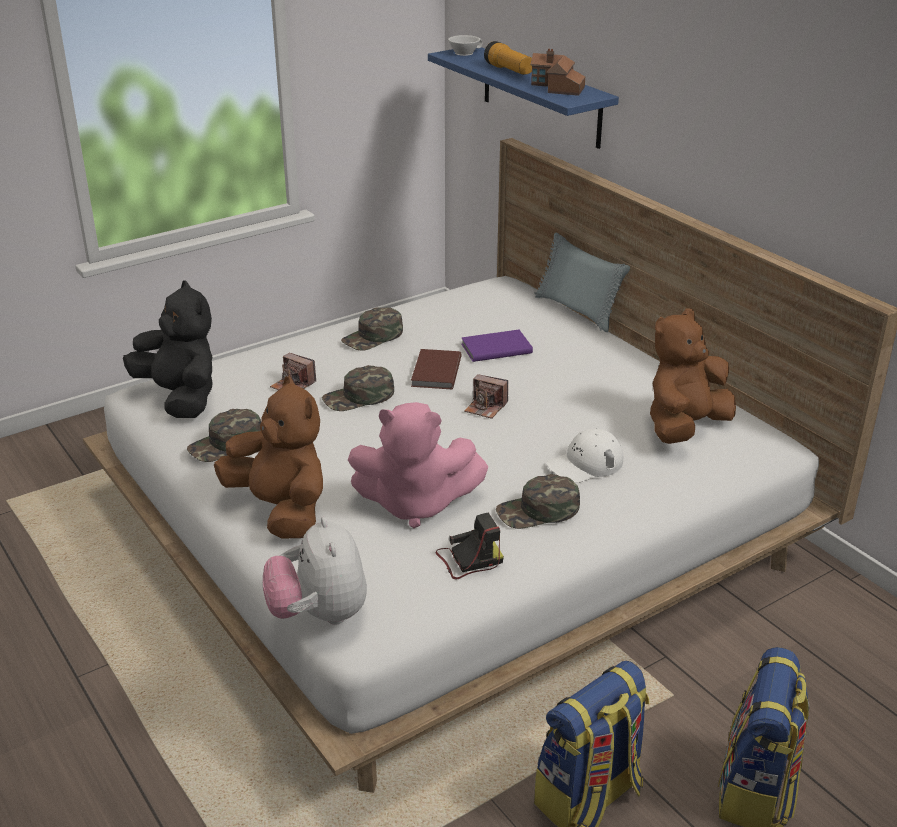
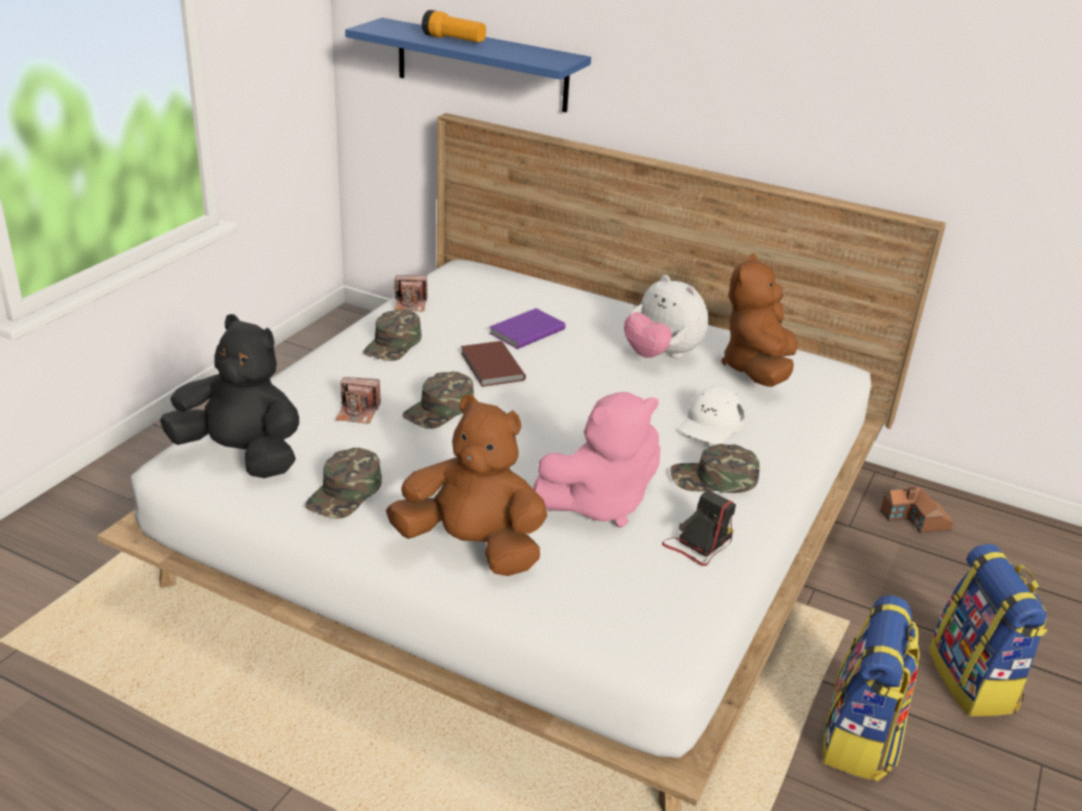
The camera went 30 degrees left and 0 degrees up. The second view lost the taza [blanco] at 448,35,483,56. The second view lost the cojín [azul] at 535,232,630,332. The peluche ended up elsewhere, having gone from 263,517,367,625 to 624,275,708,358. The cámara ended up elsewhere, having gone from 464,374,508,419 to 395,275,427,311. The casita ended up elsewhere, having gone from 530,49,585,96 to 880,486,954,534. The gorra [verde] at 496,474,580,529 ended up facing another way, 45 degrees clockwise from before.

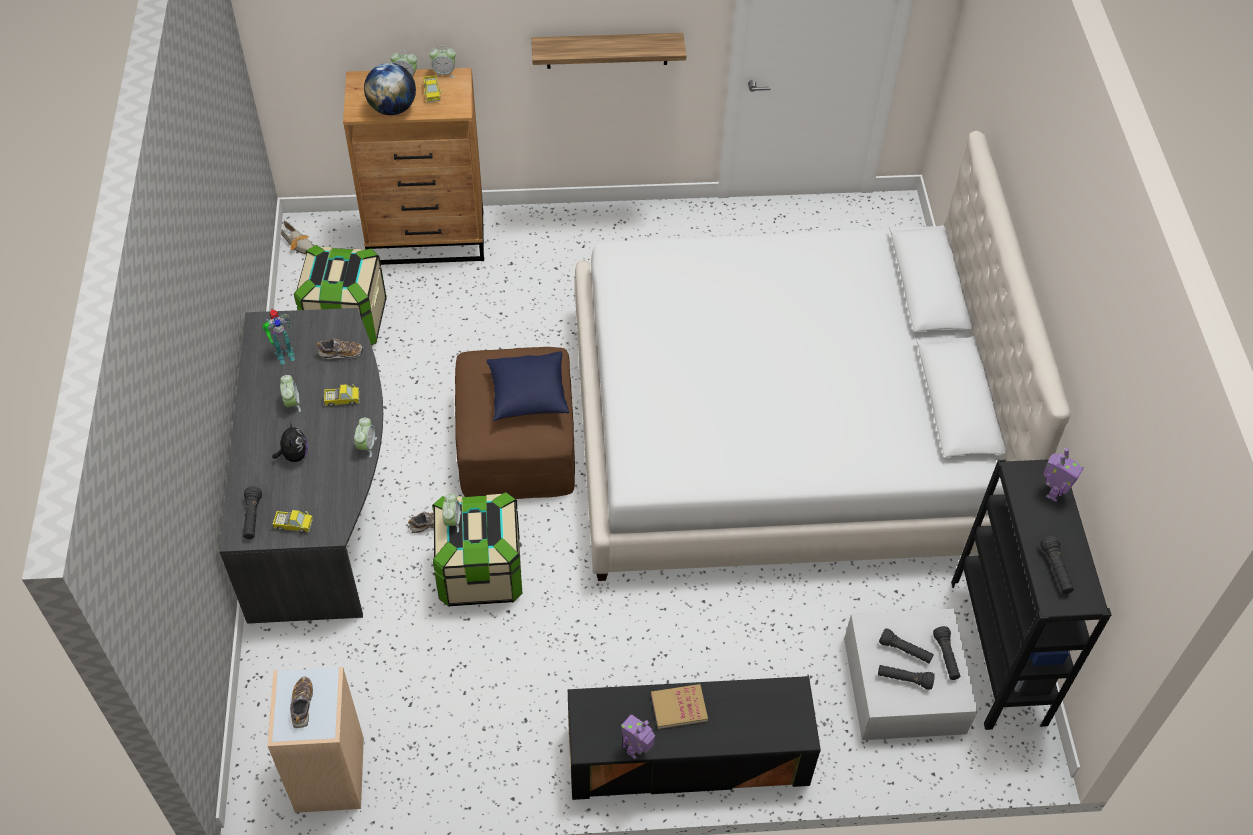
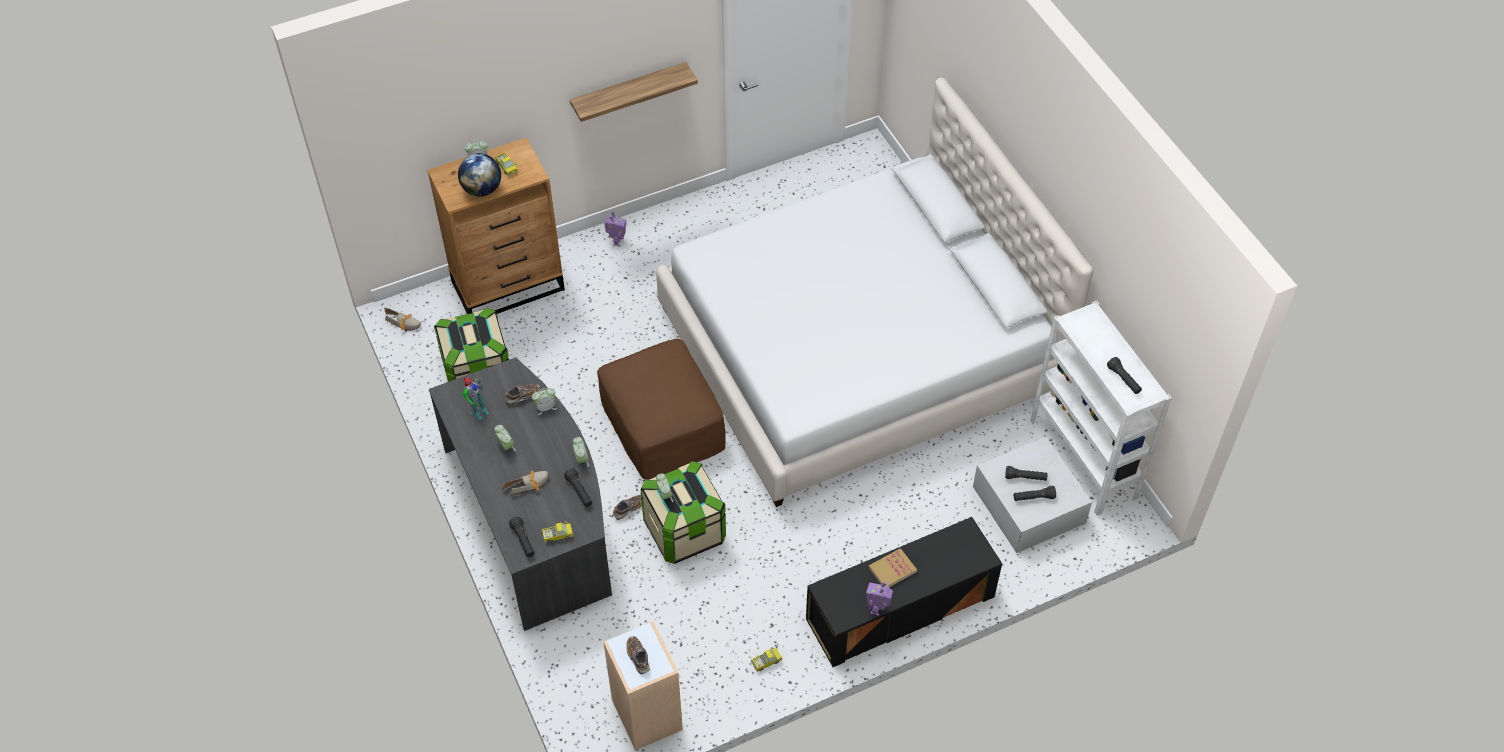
The camera went 20 degrees left and 0 degrees up. The second view lost the cojín [azul] at 486,351,569,421. The camión de juguete ended up elsewhere, having gone from 324,384,359,407 to 751,647,782,672. The despertador ended up elsewhere, having gone from 429,46,456,78 to 532,388,557,415. The linterna [negro] ended up elsewhere, having gone from 933,626,960,680 to 564,468,592,507. The robot de juguete ended up elsewhere, having gone from 1043,448,1084,502 to 604,211,626,246. Where the peluche stood at 272,423,308,462, the zapato came to stand at 502,471,549,495. What was the estantería [negro] at 951,459,1112,730 turned into the estantería [blanco] at 1030,300,1171,516.

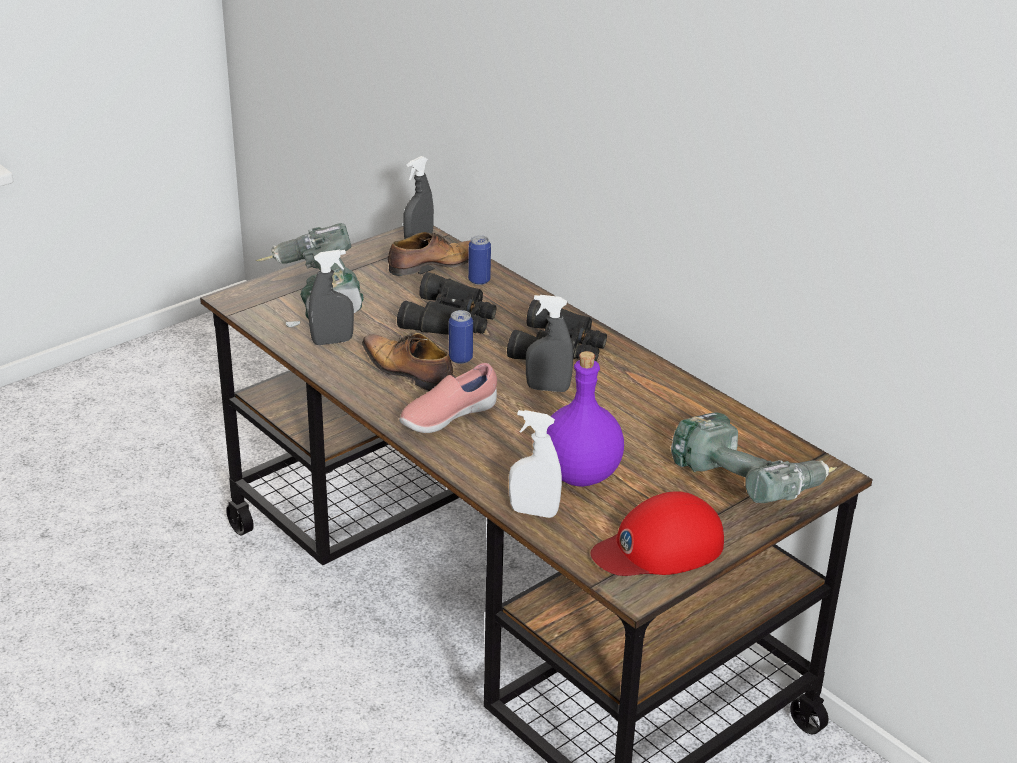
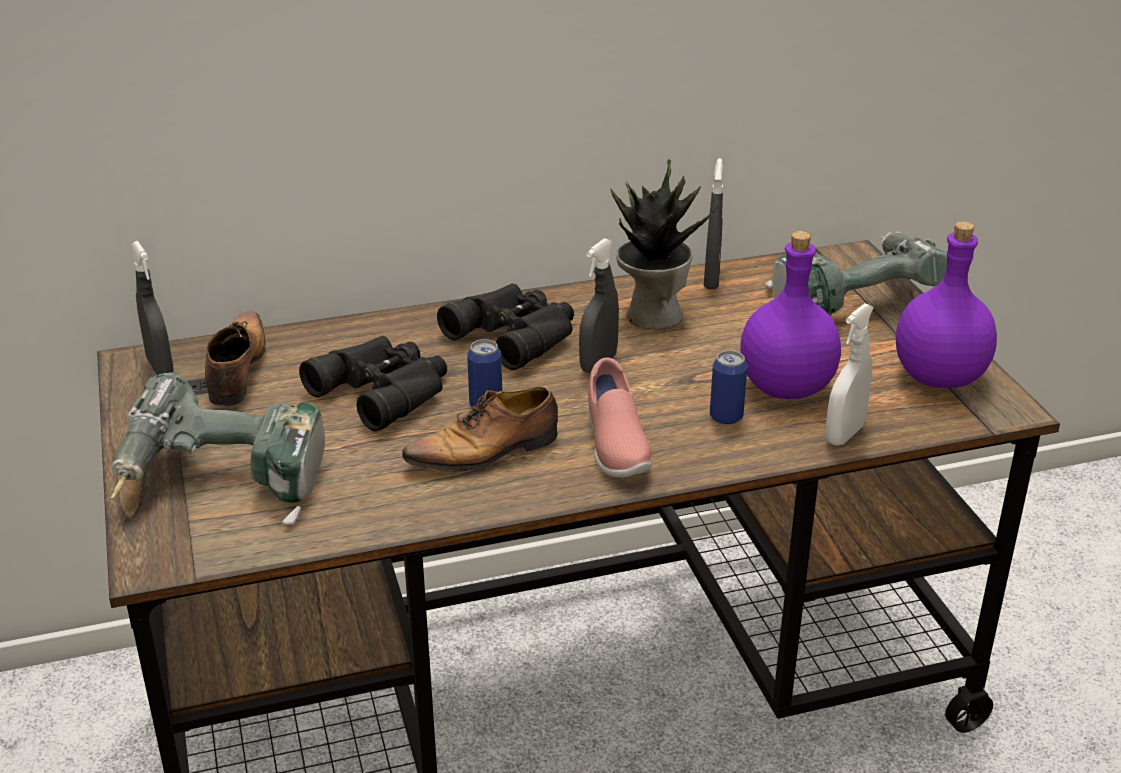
The camera went 65 degrees left and 0 degrees up. The second view gained the planta en maceta at 611,159,720,329. The pulverizador [gris] ended up elsewhere, having gone from 308,250,354,345 to 704,158,723,289. The lata ended up elsewhere, having gone from 468,235,491,285 to 710,350,747,425. Where the gorra [rojo] stood at 590,491,724,576, the botella [morado] came to stand at 896,221,997,388.

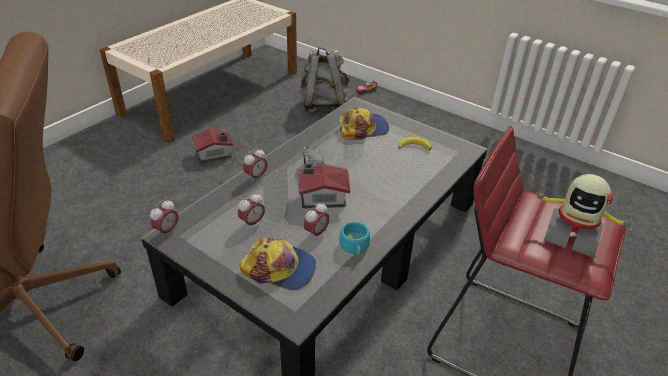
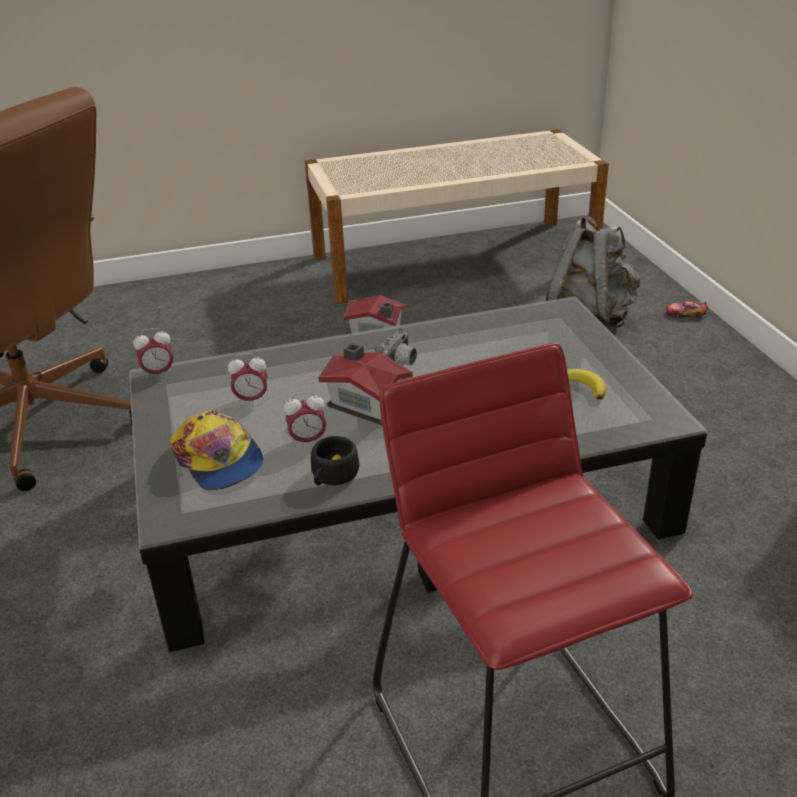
The camera went 40 degrees right and 5 degrees down. The second view lost the despertador at 243,148,267,183. The second view lost the gorra at 339,107,389,140. The second view lost the robot de juguete at 533,174,636,258. What was the taza [turquesa] at 339,222,370,256 turned into the taza [negro] at 311,436,359,485.

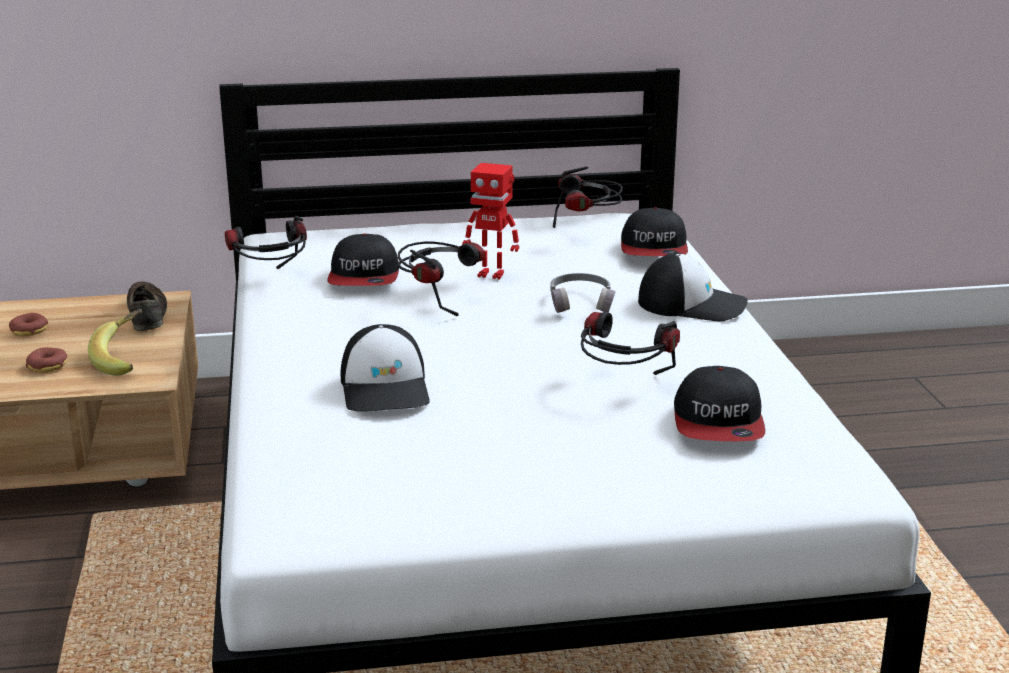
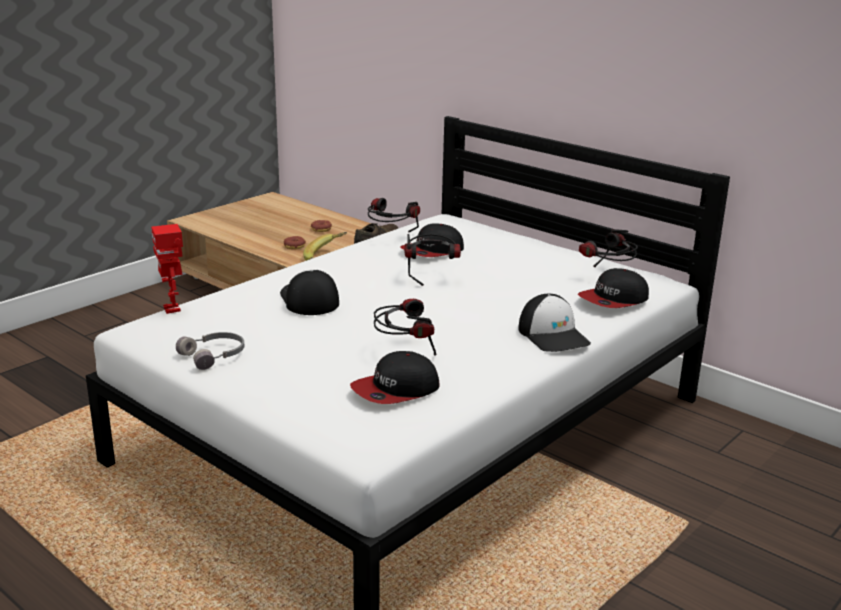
The camera went 50 degrees right and 0 degrees up. The robot de juguete ended up elsewhere, having gone from 462,163,519,280 to 151,224,183,314. The auriculares [gris] ended up elsewhere, having gone from 550,273,615,313 to 176,332,245,370. The gorra at 341,324,430,412 ended up facing another way, 120 degrees clockwise from before.

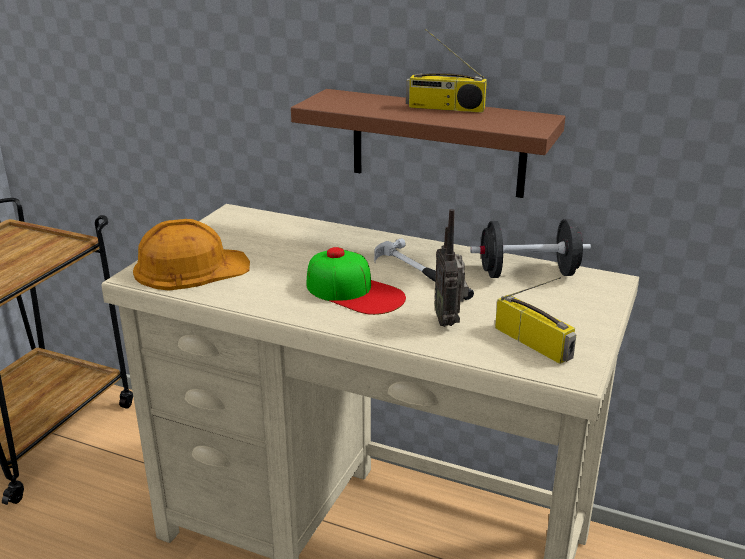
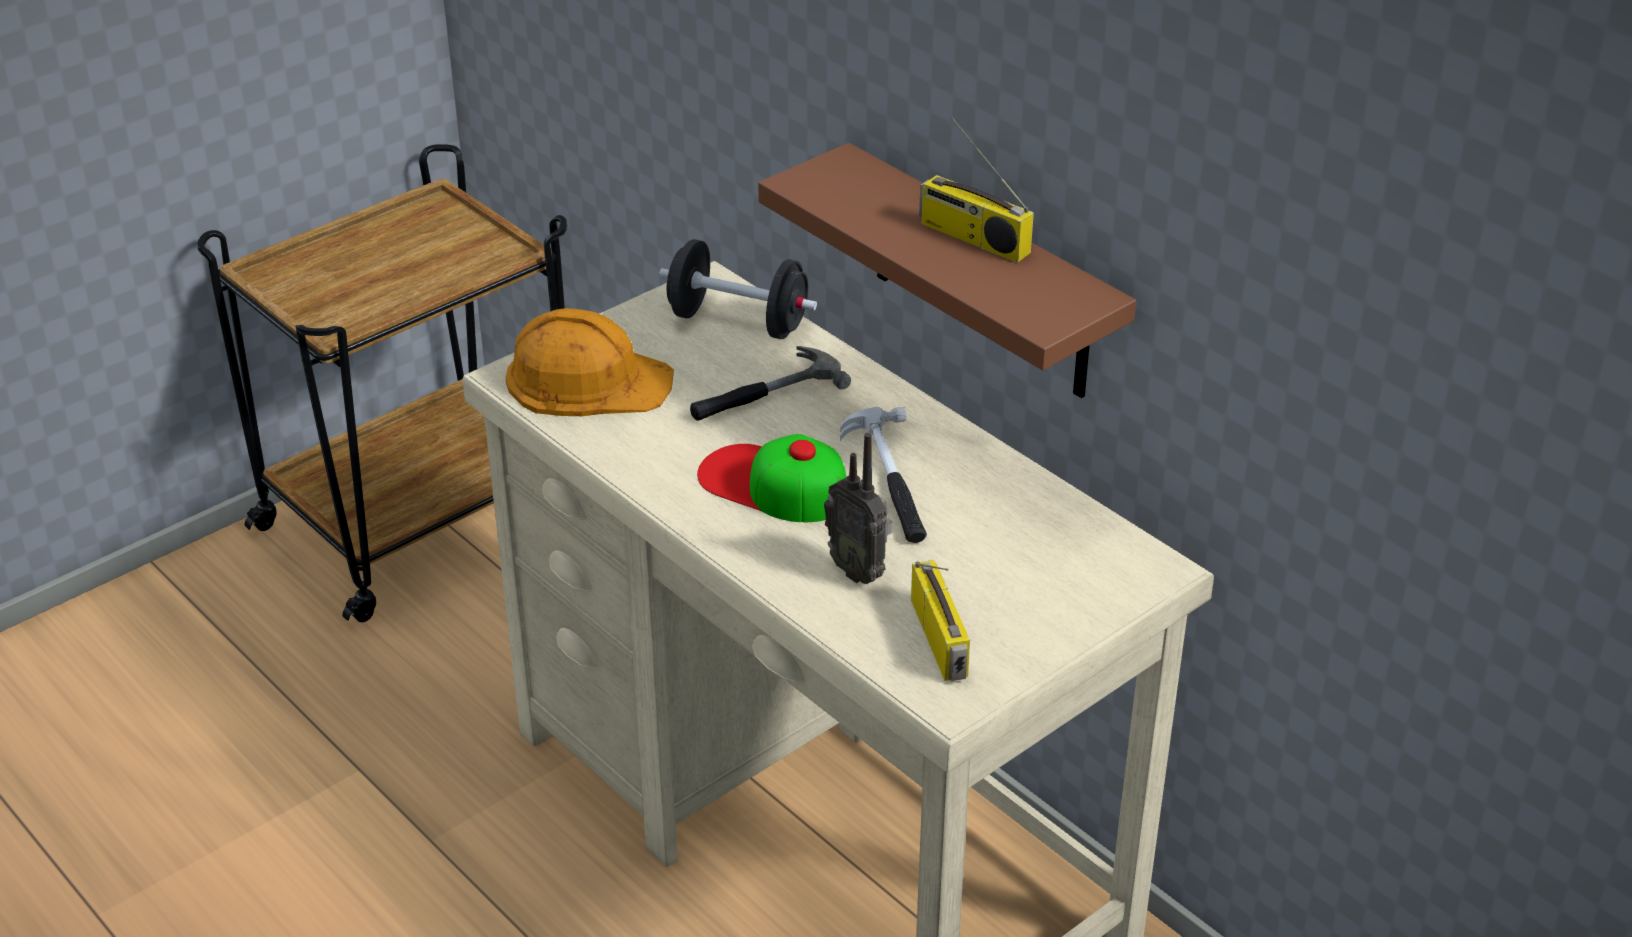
The camera went 25 degrees right and 10 degrees up. The second view gained the martillo at 690,346,851,421. The mancuerna [negro] ended up elsewhere, having gone from 470,219,591,278 to 659,239,817,339. The gorra at 306,247,406,315 ended up facing another way, 150 degrees clockwise from before. The radio at 435,209,469,327 ended up facing another way, 60 degrees counterclockwise from before.

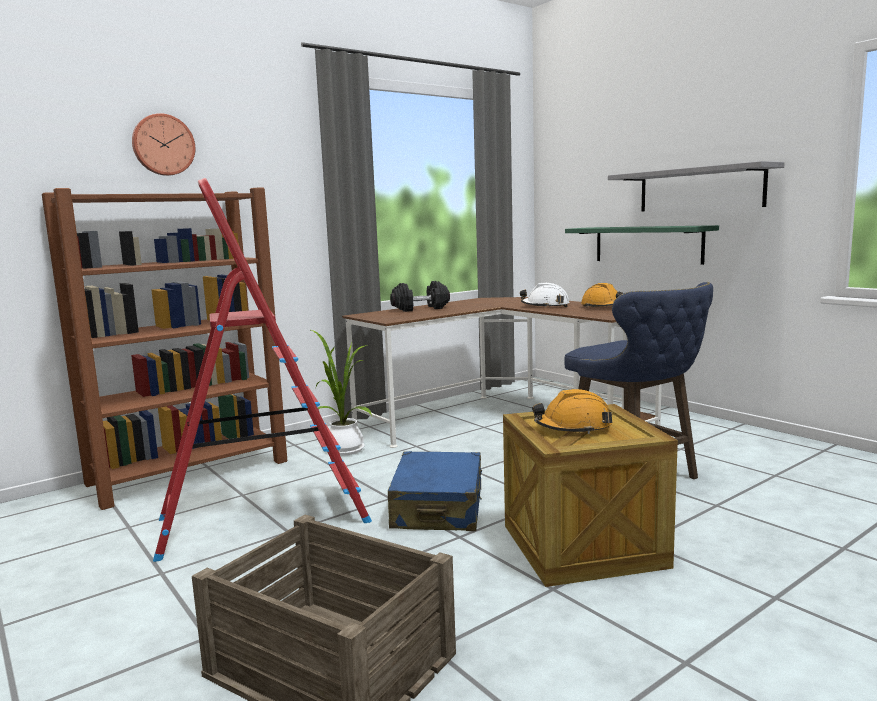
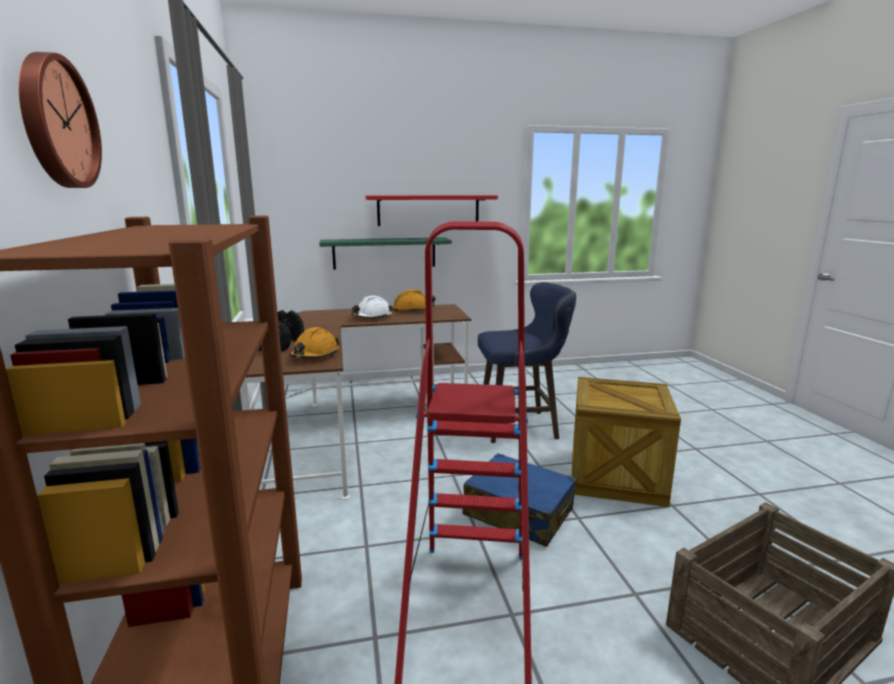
The camera went 65 degrees left and 5 degrees up. The second view lost the planta en maceta at 311,330,372,456. The casco [naranja] ended up elsewhere, having gone from 532,389,612,434 to 289,327,340,358. What was the estante [gris] at 608,161,785,212 turned into the estante [rojo] at 365,195,498,226.

